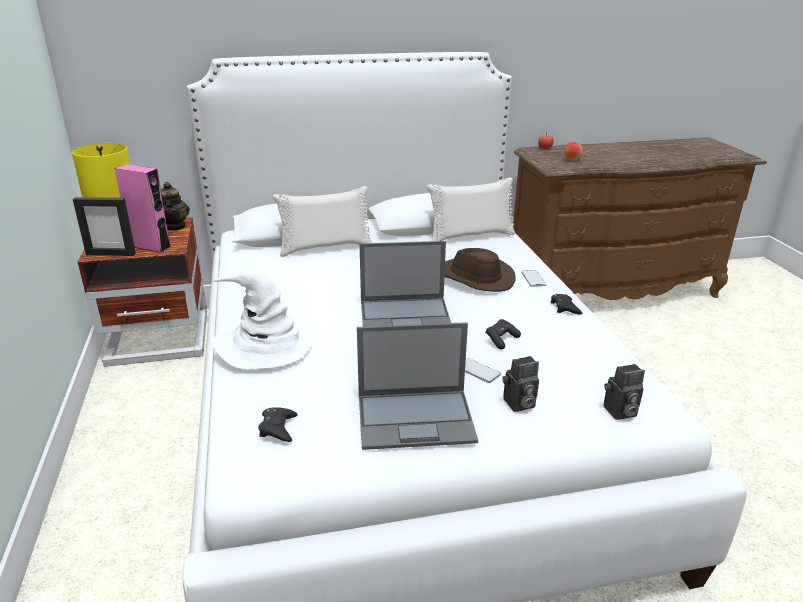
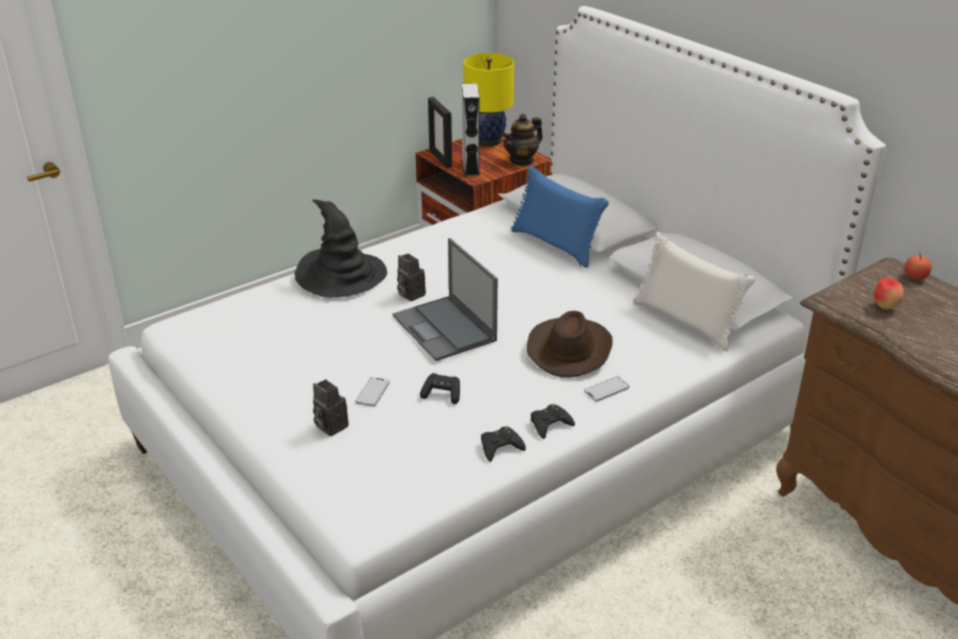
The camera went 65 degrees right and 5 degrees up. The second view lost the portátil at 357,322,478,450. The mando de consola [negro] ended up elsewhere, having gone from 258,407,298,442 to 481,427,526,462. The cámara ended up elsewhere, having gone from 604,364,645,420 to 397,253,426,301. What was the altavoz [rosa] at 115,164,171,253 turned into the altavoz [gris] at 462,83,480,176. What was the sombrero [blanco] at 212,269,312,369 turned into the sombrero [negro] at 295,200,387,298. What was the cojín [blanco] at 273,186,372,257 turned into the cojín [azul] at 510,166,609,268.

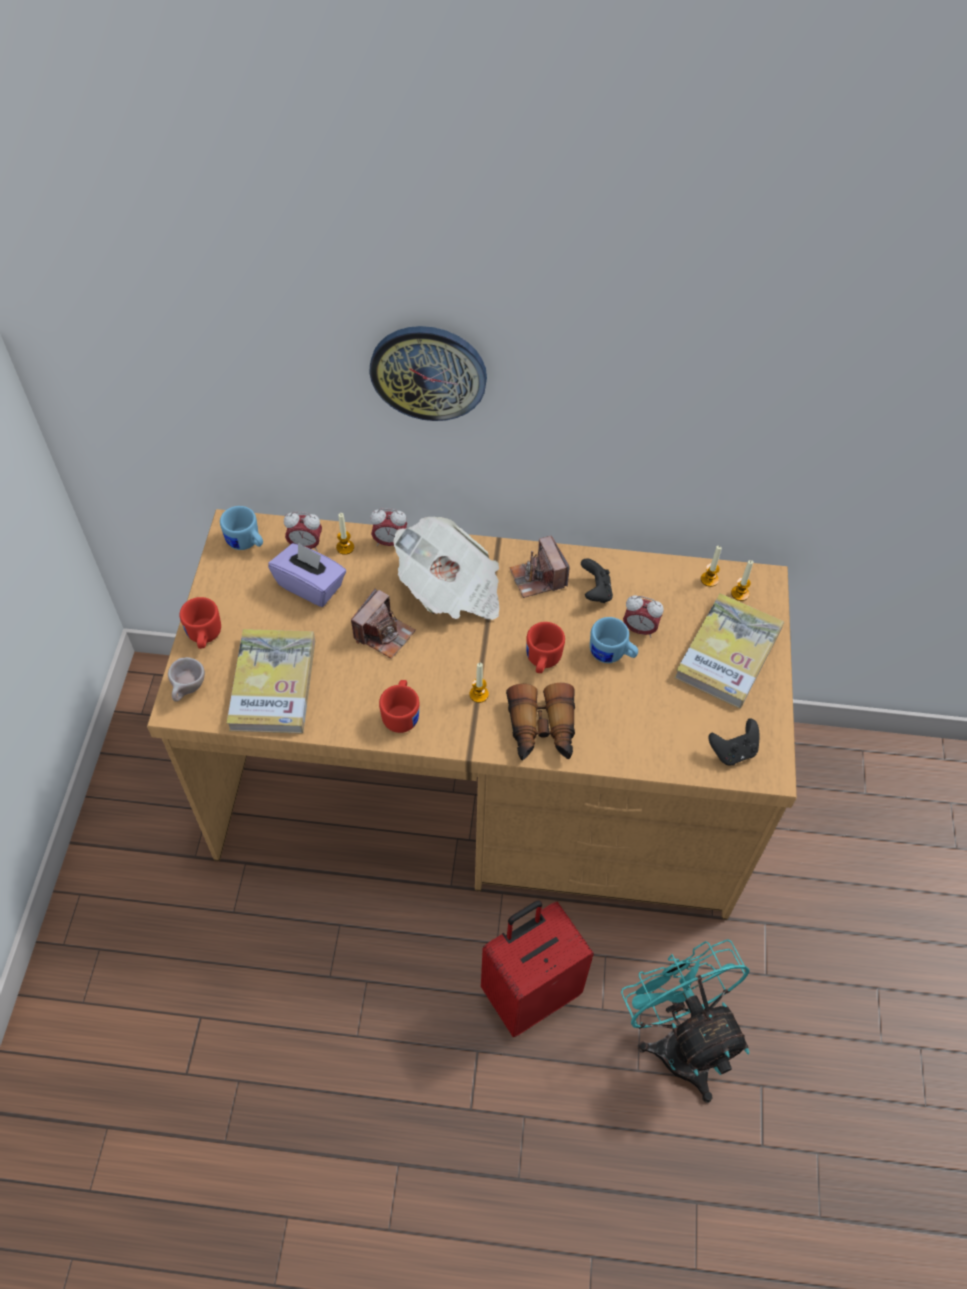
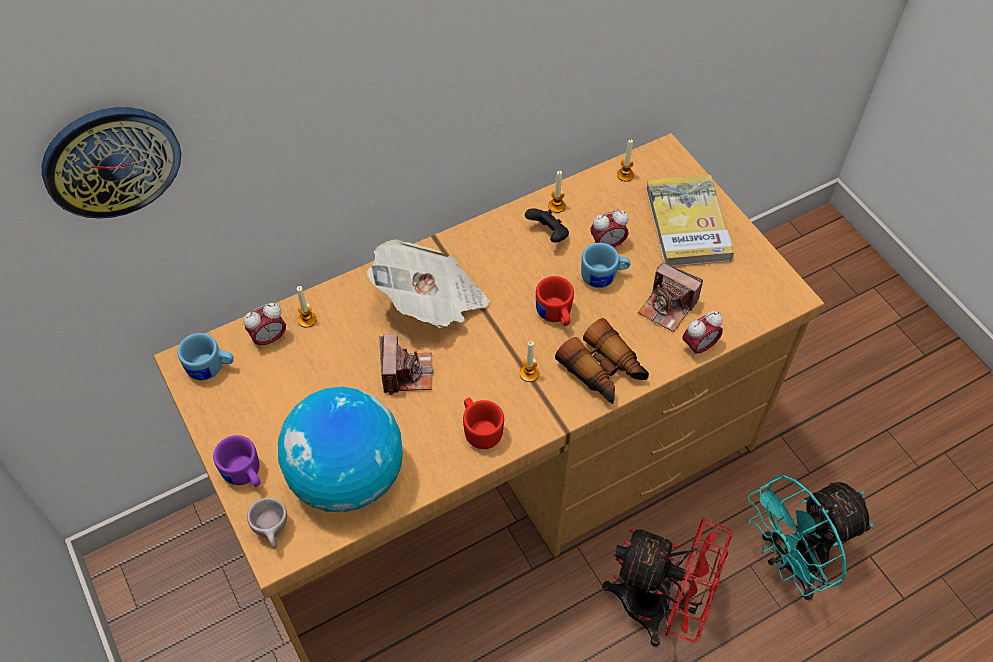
The camera went 35 degrees left and 0 degrees up. The second view lost the caja de pañuelos [morado] at 268,542,346,607. The second view lost the mando de consola [negro] at 708,718,759,765. The reloj de pared ended up elsewhere, having gone from 369,326,487,421 to 42,107,181,219. The despertador ended up elsewhere, having gone from 370,508,407,546 to 683,311,723,358. The cámara ended up elsewhere, having gone from 510,536,570,598 to 638,262,703,332. The vela ended up elsewhere, having gone from 731,560,753,601 to 548,171,566,213. Where the libro stood at 227,629,315,734, the globo terráqueo came to stand at 278,387,403,512. Where the maleta [rojo] stood at 481,900,594,1037, the ventilador [rojo] came to stand at 602,517,733,647. What was the taza grande [rojo] at 179,597,221,649 turned into the taza grande [morado] at 213,435,261,487. The ventilador [turquesa] at 621,939,750,1103 ended up facing another way, 60 degrees counterclockwise from before.

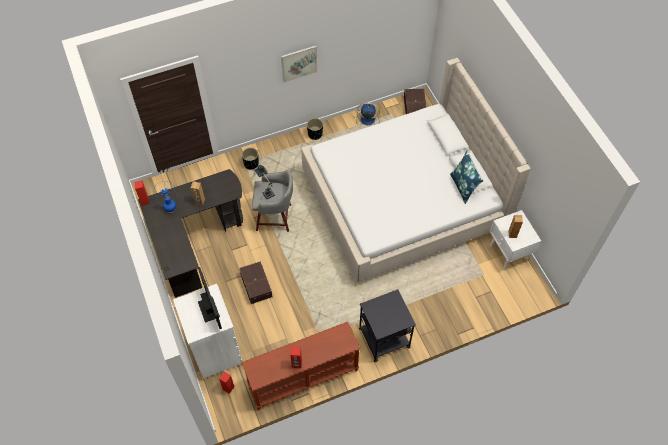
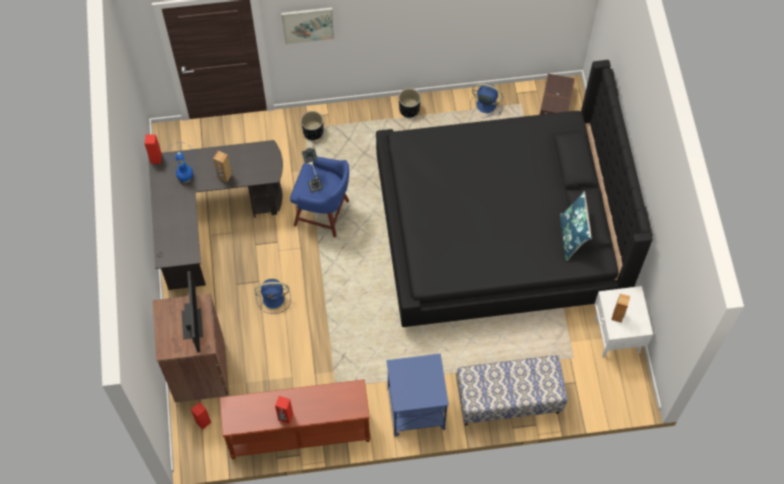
The camera went 15 degrees right and 5 degrees up. The second view gained the banco at 457,355,567,426. The cuadro ended up elsewhere, having gone from 281,46,317,82 to 281,7,334,44. Where the caja de almacenaje [marrón] stood at 239,261,273,304, the ventilador [azul] came to stand at 255,279,291,314. What was the cómoda [blanco] at 173,284,242,378 turned into the cómoda [marrón] at 153,293,229,403. What was the taburete [gris] at 252,169,293,232 turned into the taburete [azul] at 290,157,349,238. What was the cama [beis] at 301,58,531,282 turned into the cama [negro] at 376,60,653,327. What was the carrito [negro] at 359,289,416,362 turned into the carrito [azul] at 386,354,449,437.

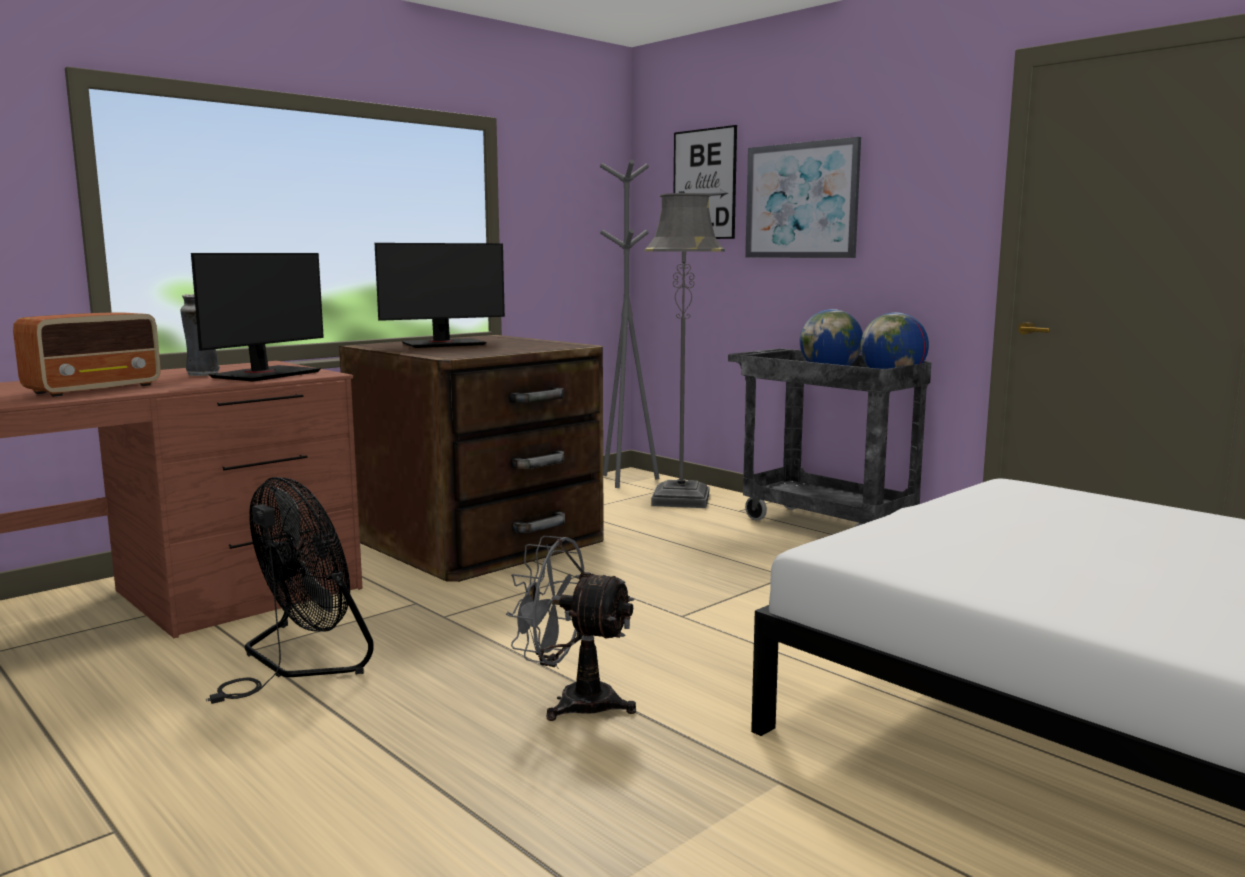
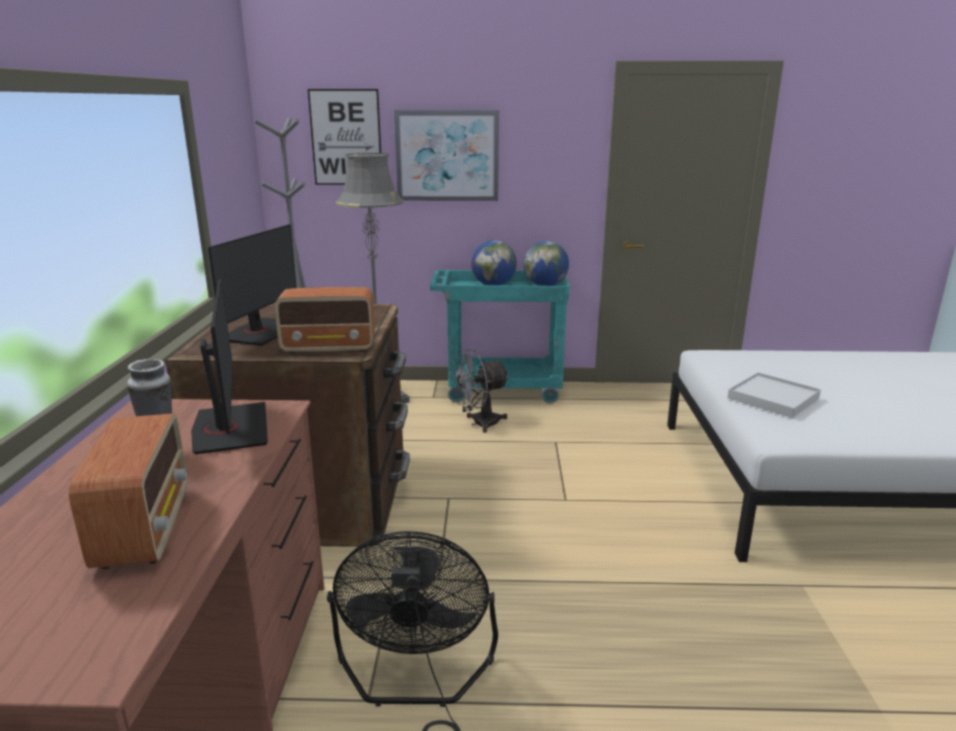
The camera went 45 degrees left and 10 degrees up. The second view gained the radio at 274,287,375,354. The second view gained the bandeja [blanco] at 728,372,821,418. The ventilador [gris] ended up elsewhere, having gone from 506,536,636,721 to 449,349,509,433. What was the carrito [gris] at 728,348,931,527 turned into the carrito [turquesa] at 430,270,569,403.

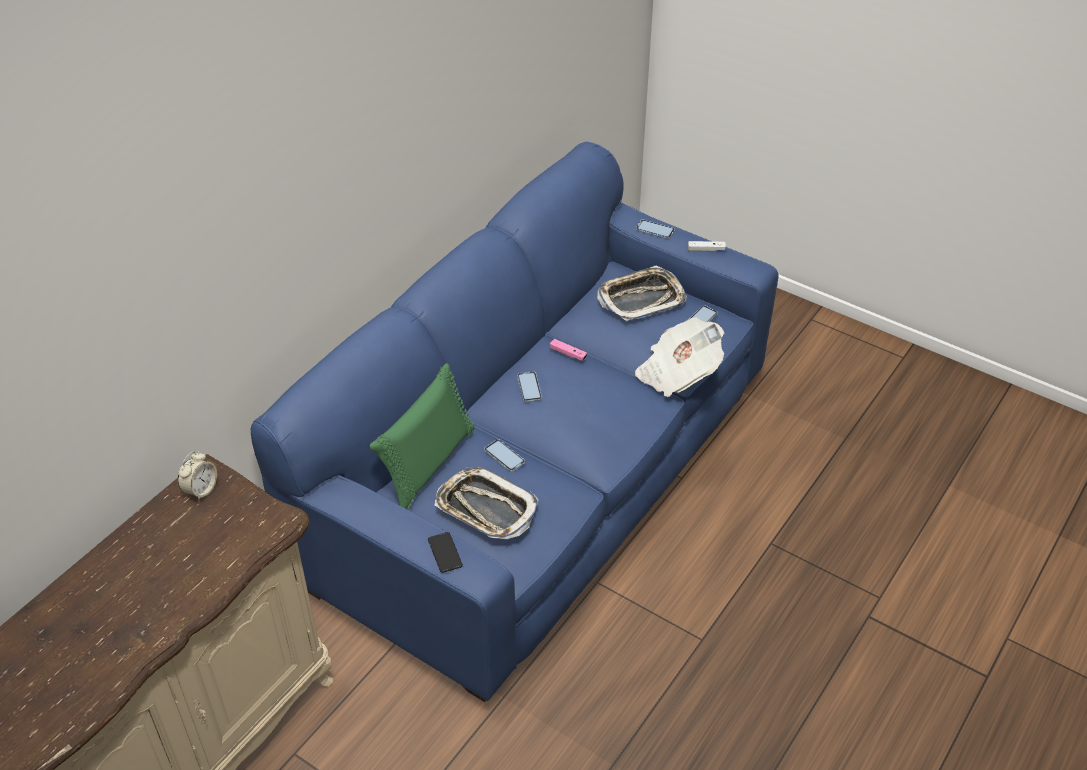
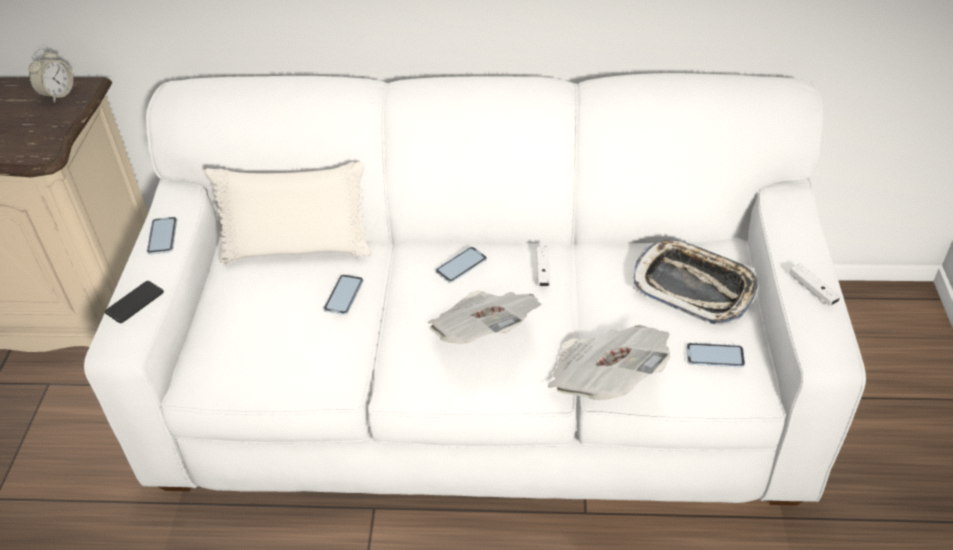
The camera went 60 degrees right and 0 degrees up. The second view lost the bandeja at 435,467,539,539. The second view gained the periódico at 427,290,541,344. The móvil ended up elsewhere, having gone from 636,220,675,239 to 147,217,177,254. What was the sofá [azul] at 251,142,779,702 turned into the sofá [blanco] at 84,73,866,506. What was the cojín [verde] at 370,363,474,510 turned into the cojín [blanco] at 204,162,371,266. What was the mando de consola [rosa] at 550,339,587,361 turned into the mando de consola [blanco] at 537,247,551,287. The despertador at 178,451,217,501 ended up facing another way, 60 degrees counterclockwise from before.

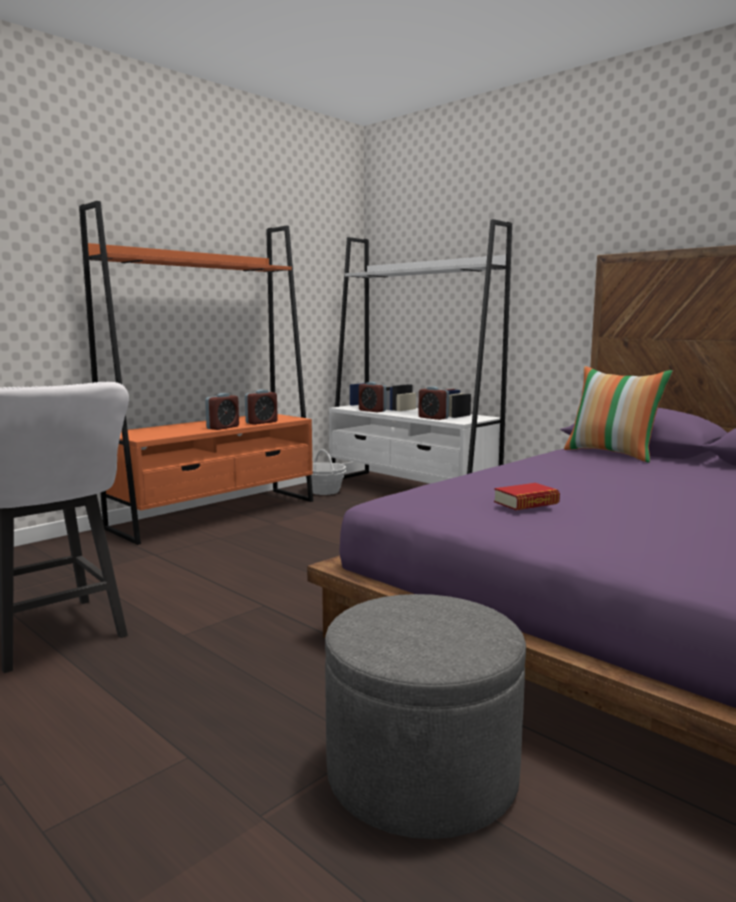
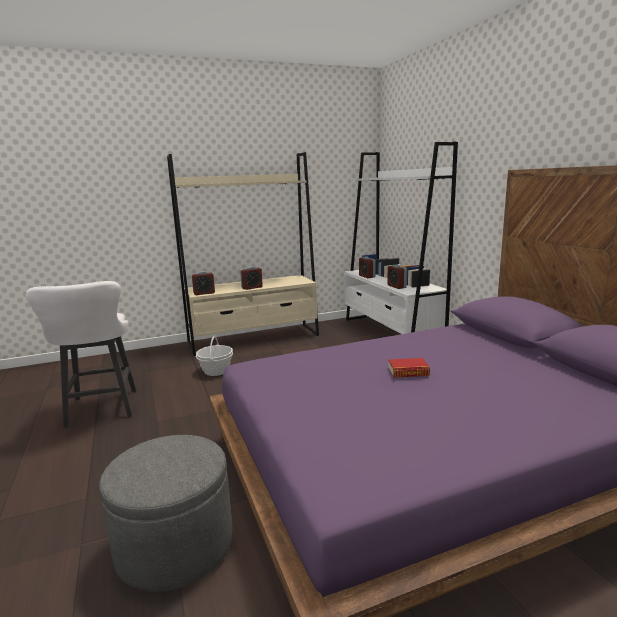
The camera went 25 degrees right and 5 degrees up. The second view lost the cojín at 564,366,673,463. The despertador ended up elsewhere, having gone from 245,390,278,425 to 192,271,215,295. The cesta ended up elsewhere, having gone from 305,449,346,495 to 196,336,233,376. The libro ended up elsewhere, having gone from 494,483,560,510 to 388,358,430,378. What was the estantería [naranja] at 79,201,313,545 turned into the estantería [beis] at 167,152,319,356.

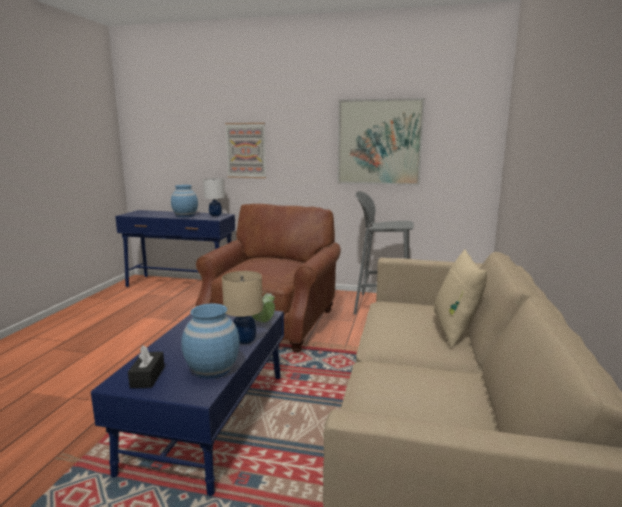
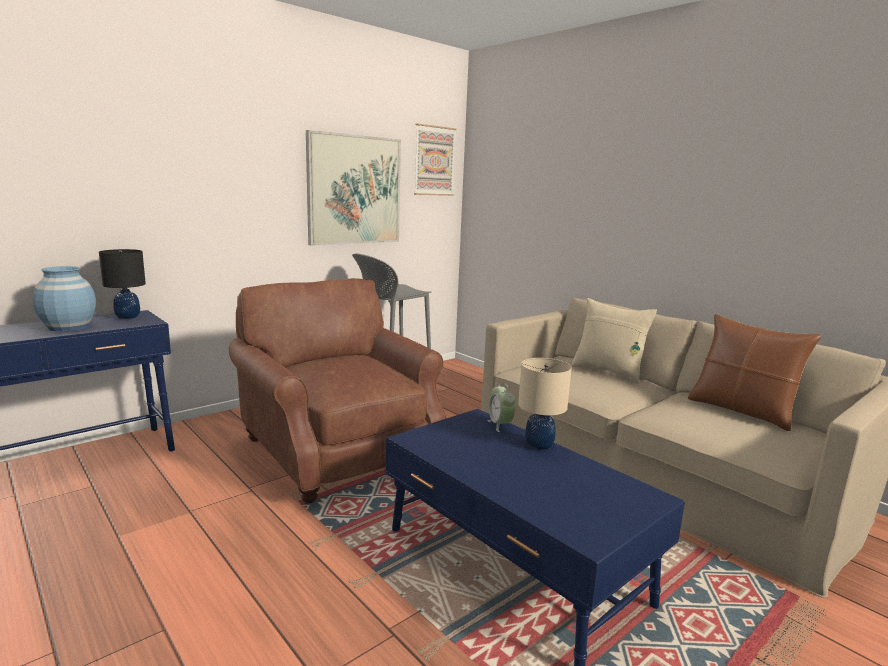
The camera went 55 degrees left and 0 degrees up. The second view lost the caja de pañuelos [negro] at 128,345,164,388. The second view lost the florero [azul] at 181,303,240,379. The second view gained the cojín [marrón] at 688,314,822,431. The cuadro ended up elsewhere, having gone from 225,123,266,178 to 414,124,456,196. What was the lámpara de mesa [blanco] at 203,178,225,216 turned into the lámpara de mesa [negro] at 99,249,146,319.

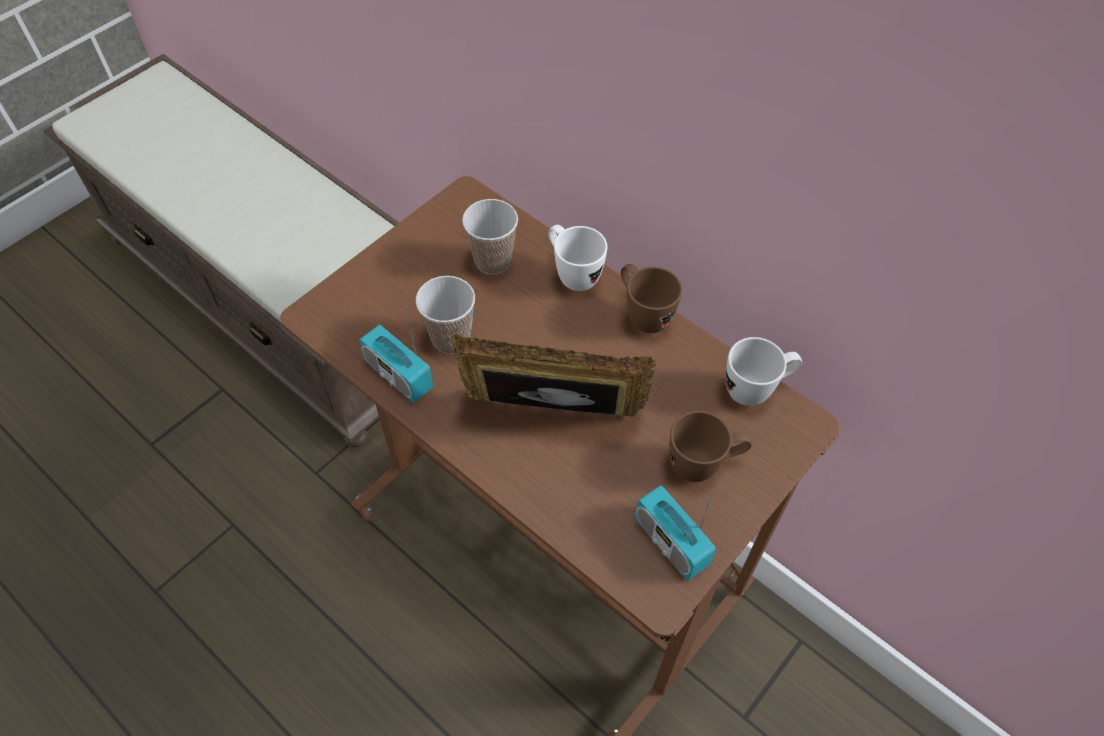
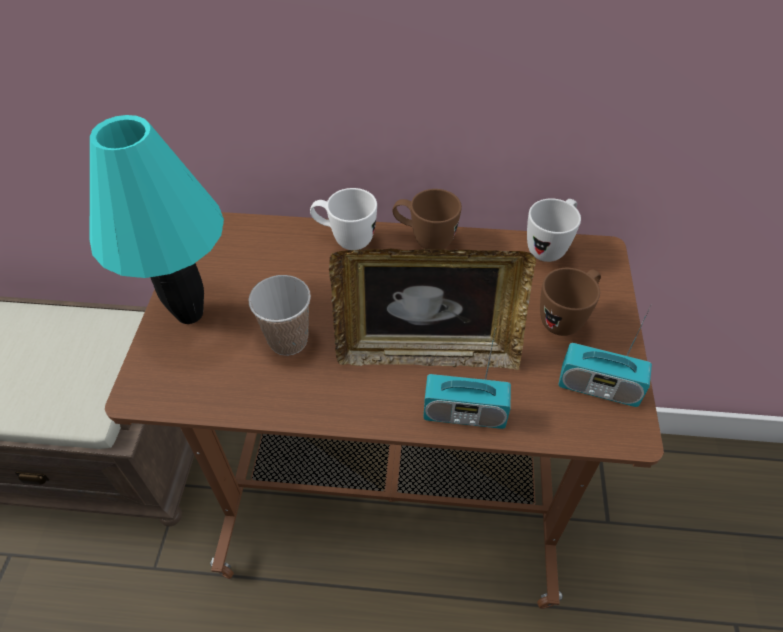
The camera went 35 degrees left and 5 degrees down. The second view lost the taza at 462,199,518,275. The second view gained the lámpara de mesa [turquesa] at 90,115,224,324. The radio ended up elsewhere, having gone from 359,306,433,403 to 423,332,511,429. The portarretratos at 452,334,656,417 ended up facing another way, 150 degrees counterclockwise from before.

